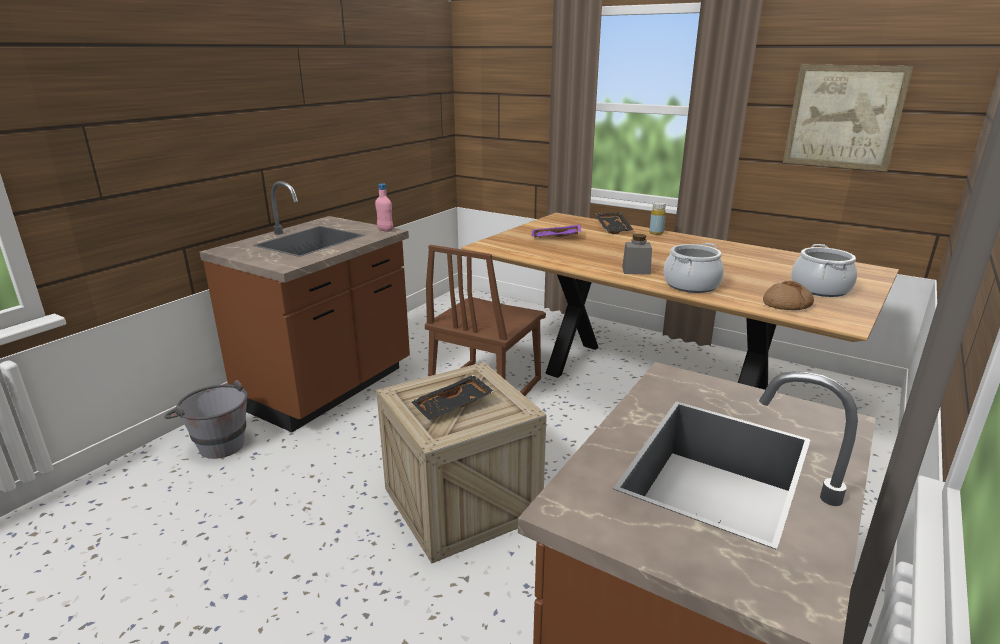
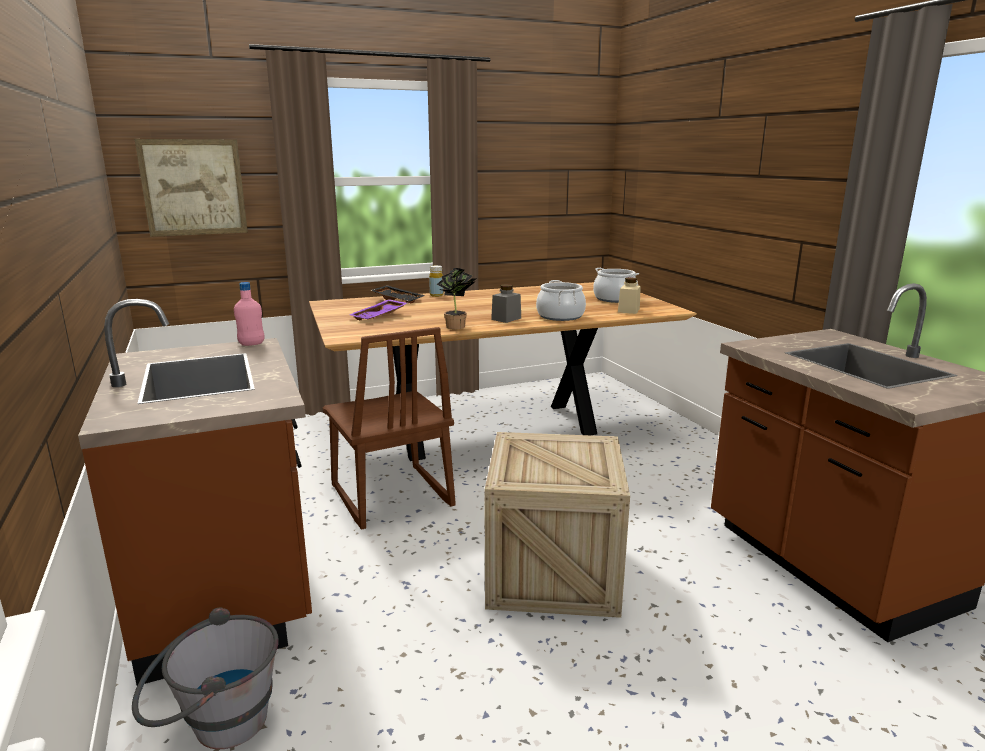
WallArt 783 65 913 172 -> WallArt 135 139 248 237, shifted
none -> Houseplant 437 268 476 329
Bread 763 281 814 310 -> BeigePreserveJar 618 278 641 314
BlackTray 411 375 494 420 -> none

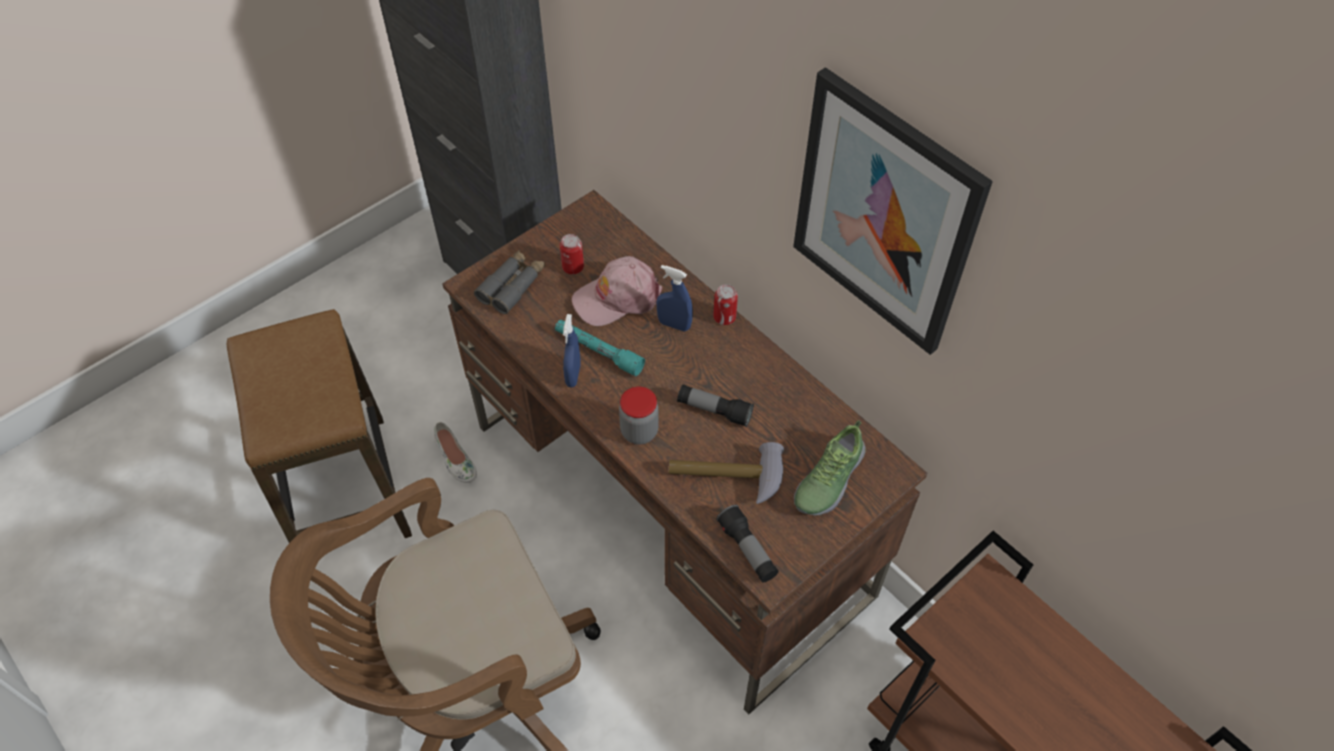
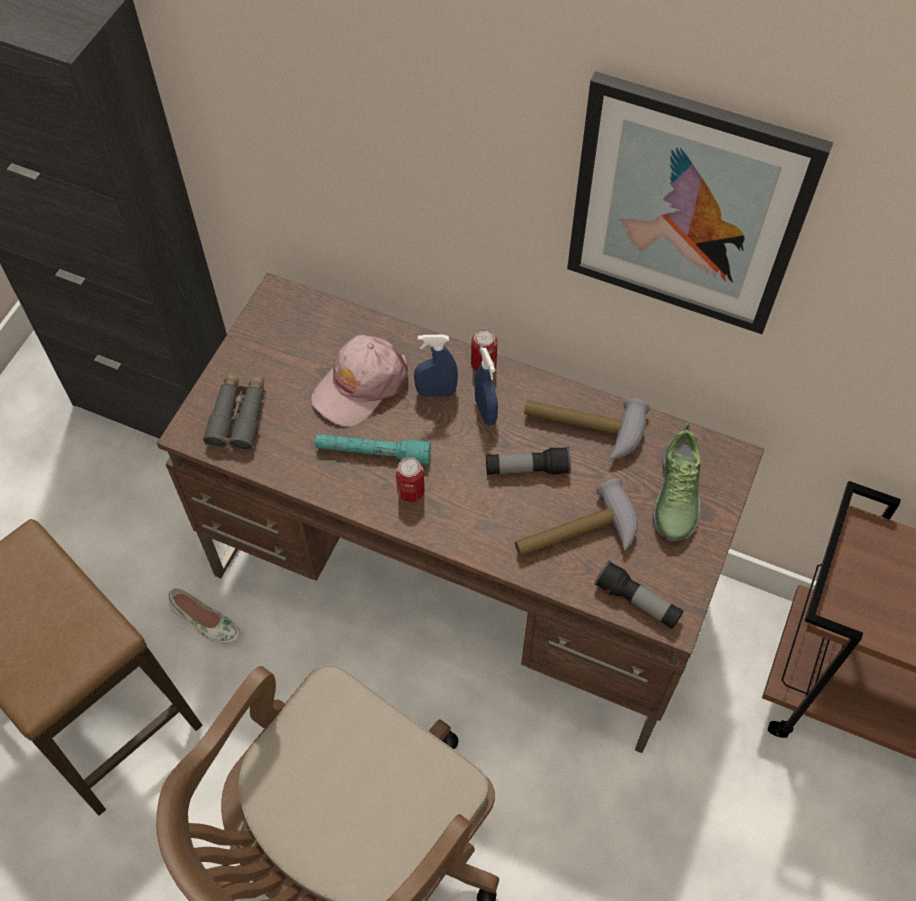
MetalCan 560 234 584 274 -> MetalCan 396 457 425 502, shifted
BluishHandSprayer 563 314 581 387 -> BluishHandSprayer 475 347 498 426, shifted
none -> Hammer 524 398 650 460
PreserveJar 619 387 659 445 -> none

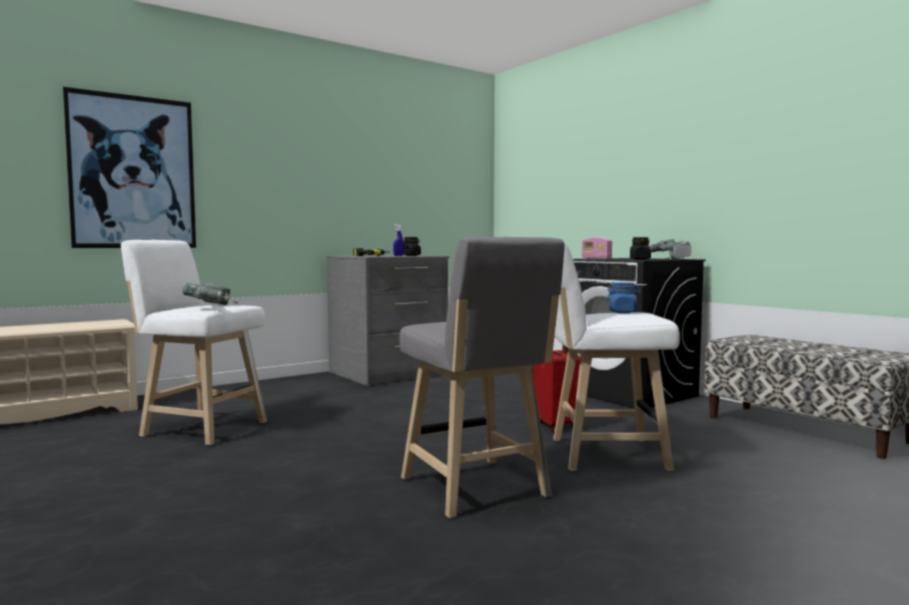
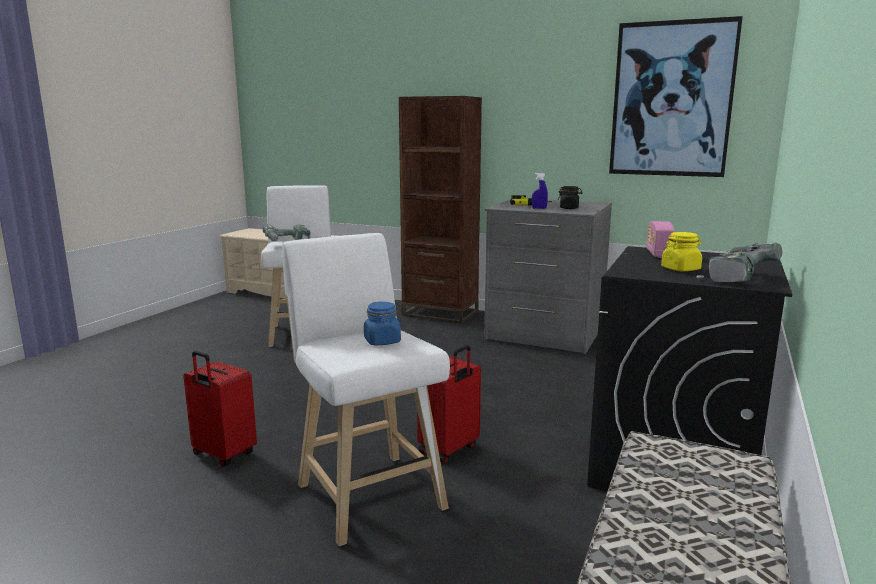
GreyishSittingStool 399 237 565 518 -> RedColouredPieceOfLuggage 183 351 257 467
none -> BrownColouredBookshelf 399 96 482 324
WallArt 63 87 196 248 -> WallArt 609 16 743 177, shifted
BlackPreserveJar 630 237 651 259 -> YellowPreserveJar 661 232 702 272

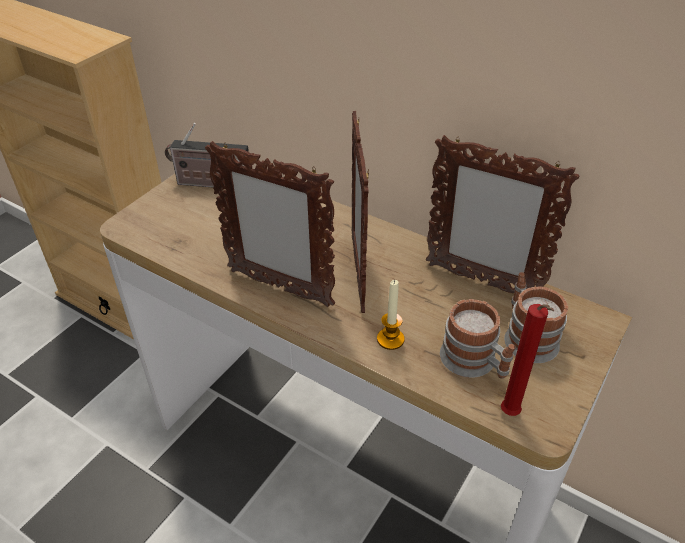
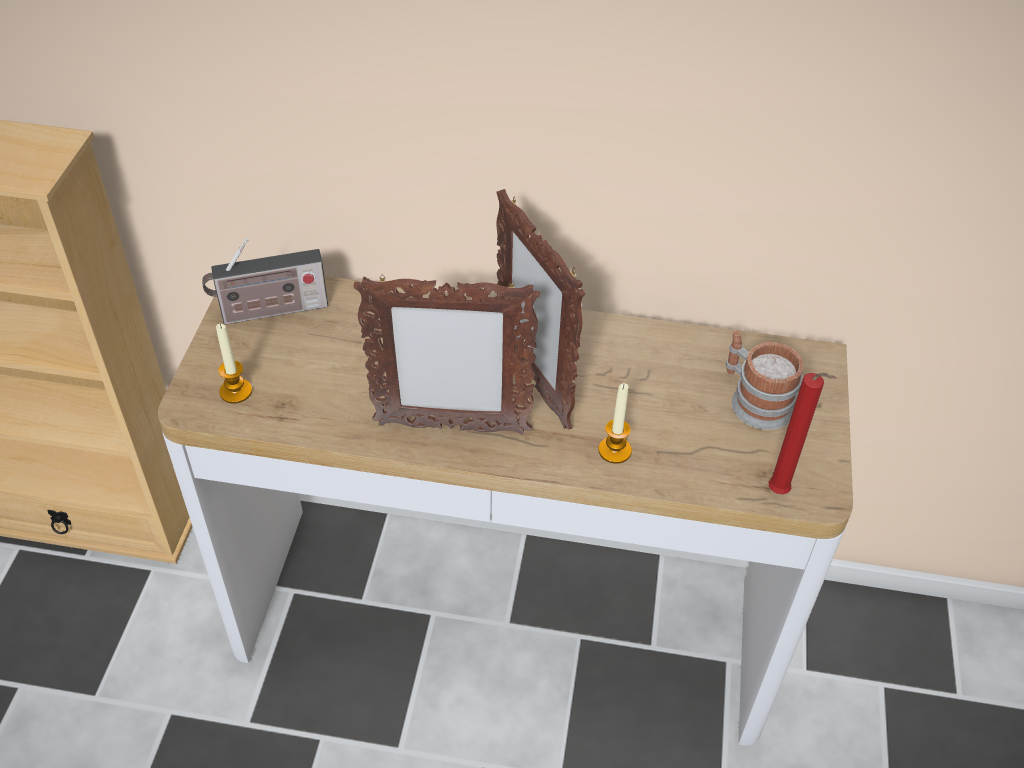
none -> WaxLight 216 324 252 404
PhotoFrame 426 135 580 293 -> none
CoffeeMug 440 299 516 379 -> none

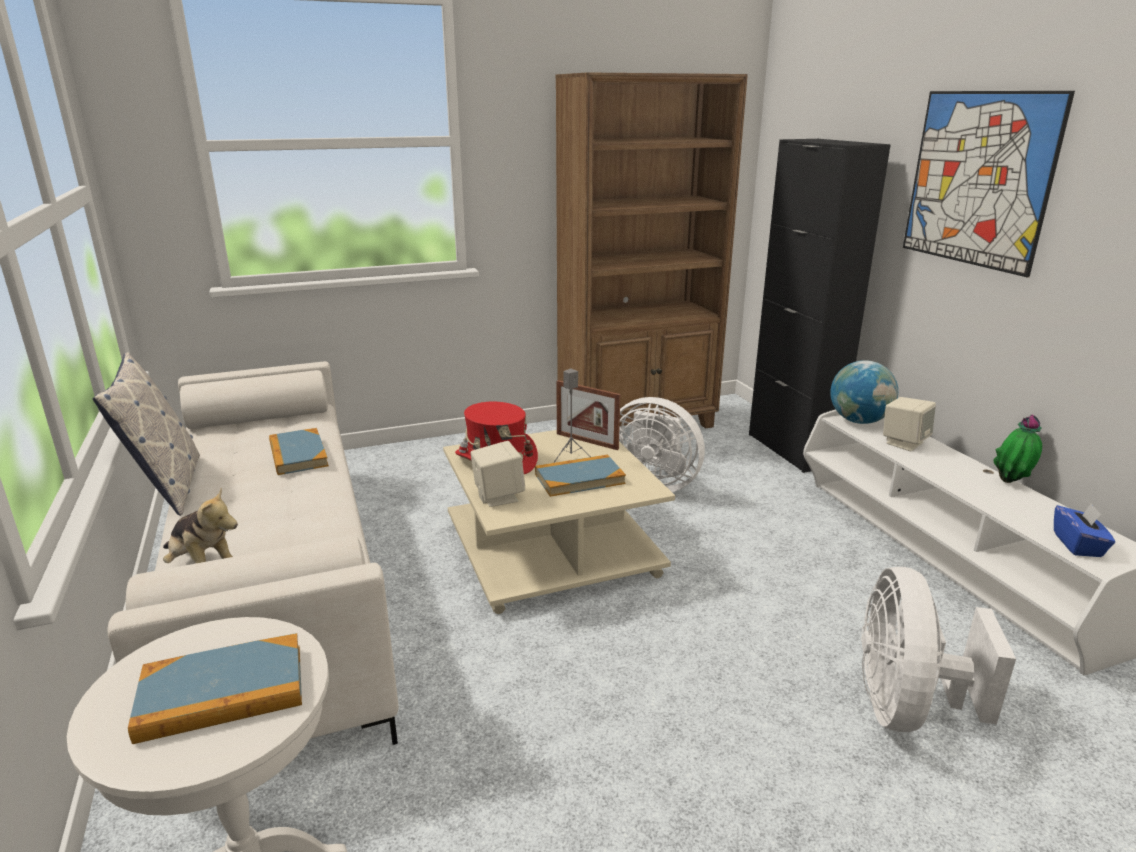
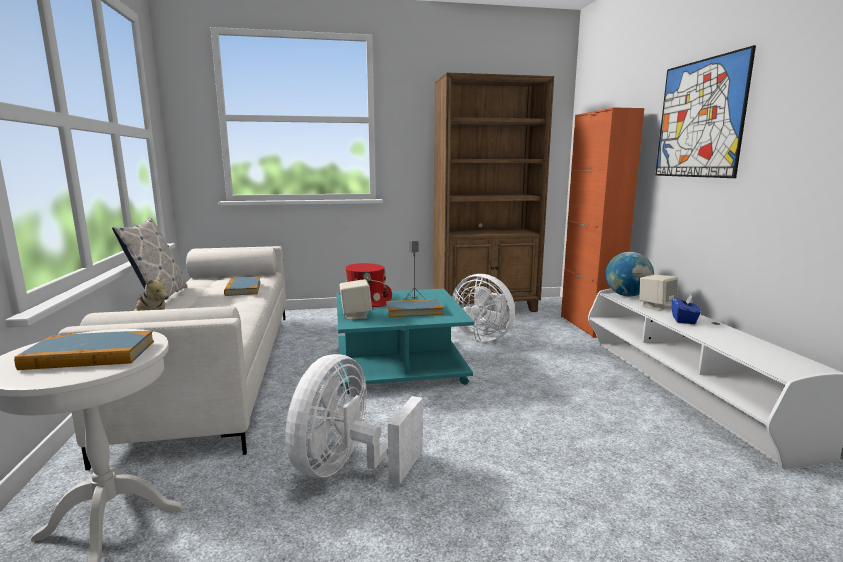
WhiteCoolingFan 861 567 1016 732 -> WhiteCoolingFan 286 354 423 485, shifted
BeigeCoffeeTable 443 430 675 614 -> BlueGreenCoffeeTable 336 289 474 394
BlackStorageCabinet 749 139 891 473 -> OrangeStorageCabinet 561 107 644 338
BluishBoxOfTissues 1054 503 1115 557 -> BluishBoxOfTissues 672 293 701 324, shifted
PhotoFrame 556 380 620 450 -> none
Houseplant 993 415 1042 483 -> none

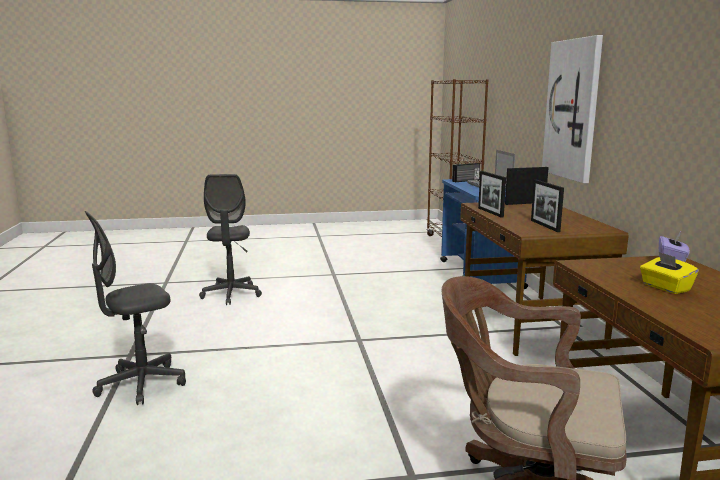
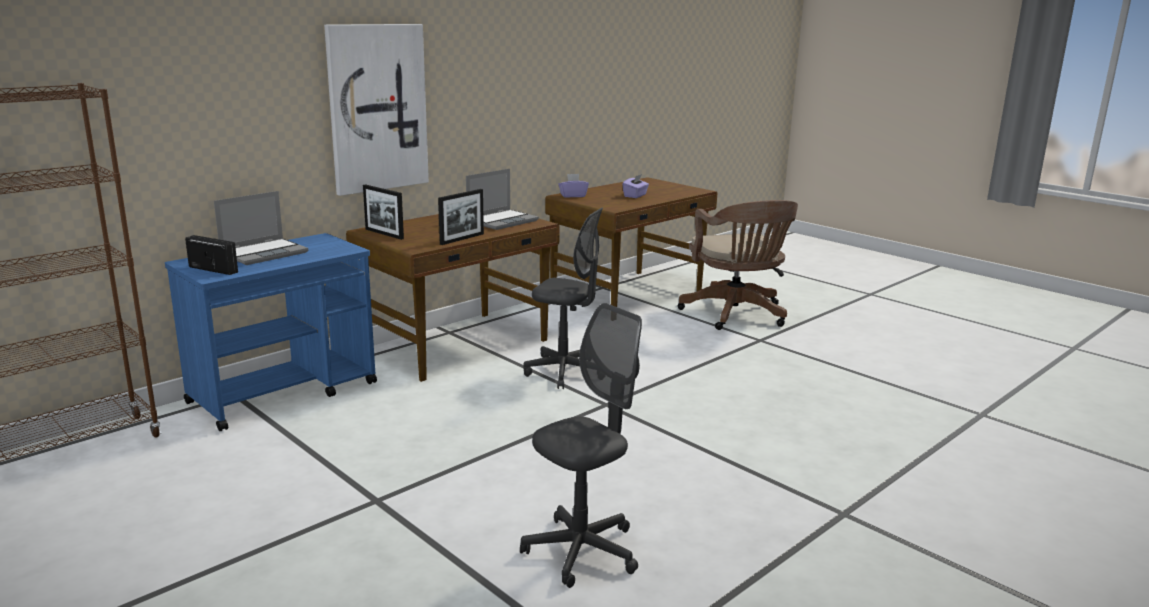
PhotoFrame 531 180 564 232 -> PortableComputer 466 169 539 230
GreyishDeskChair 85 211 186 405 -> GreyishDeskChair 524 208 603 389, shifted
YellowBoxOfTissues 640 252 699 294 -> PurpleColouredBoxOfTissues 623 174 649 198

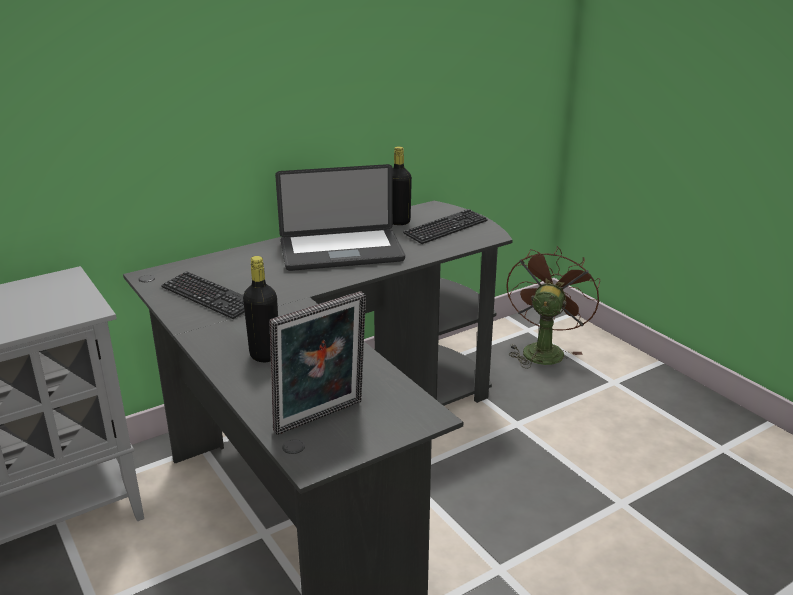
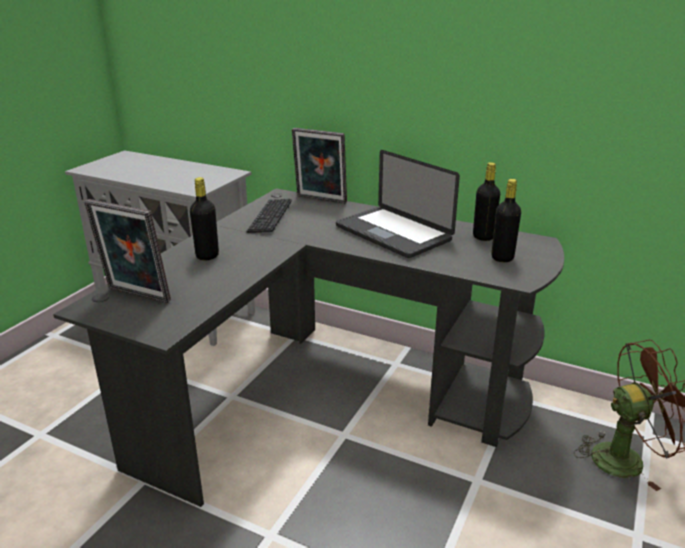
none -> PhotoFrame 292 128 347 204
ComputerKeyboard 403 209 488 244 -> BlackDrinkBottle 492 179 521 262

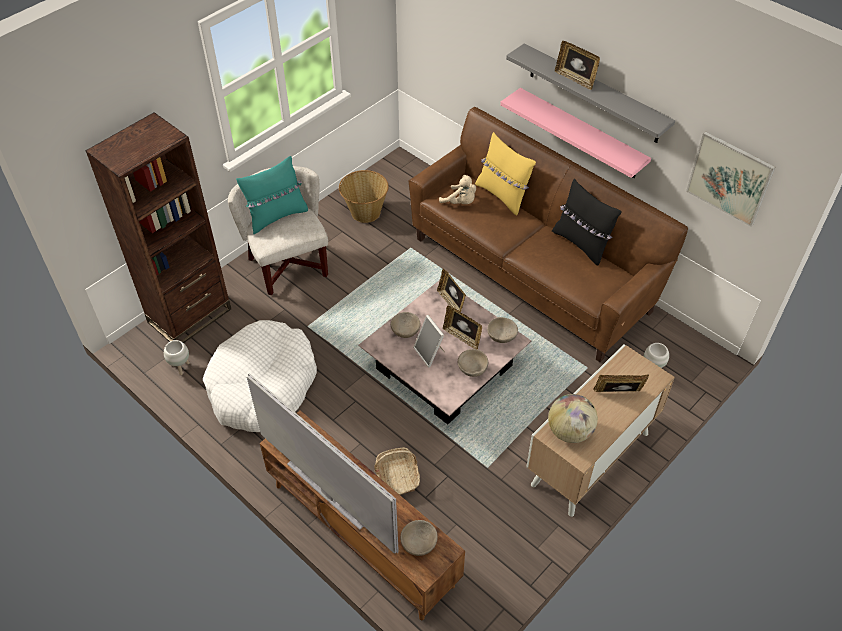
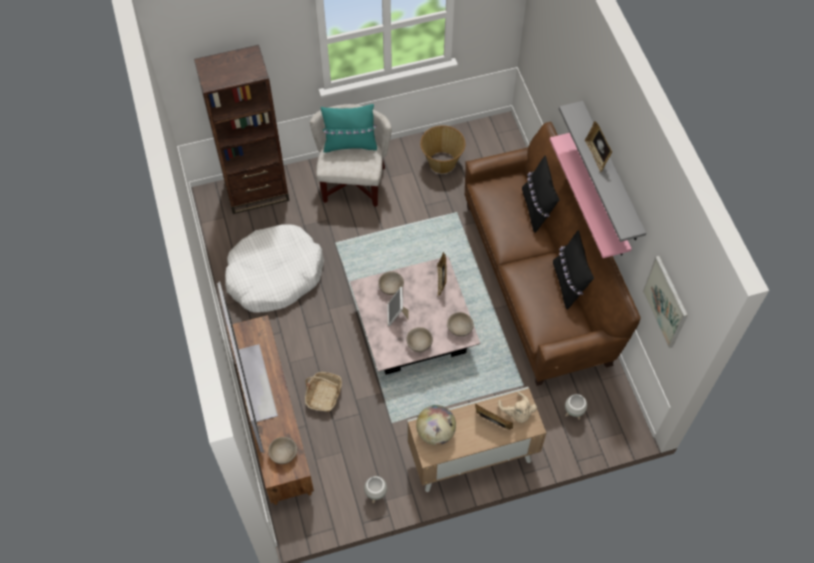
WhitePlanter 164 340 190 375 -> WhitePlanter 364 476 387 503, shifted
BeigeSoftToy 439 175 476 204 -> BeigeSoftToy 498 391 537 423, shifted
YellowThrowPillow 475 132 536 216 -> BlackThrowPillow 522 155 559 233
PhotoFrame 443 306 482 349 -> none

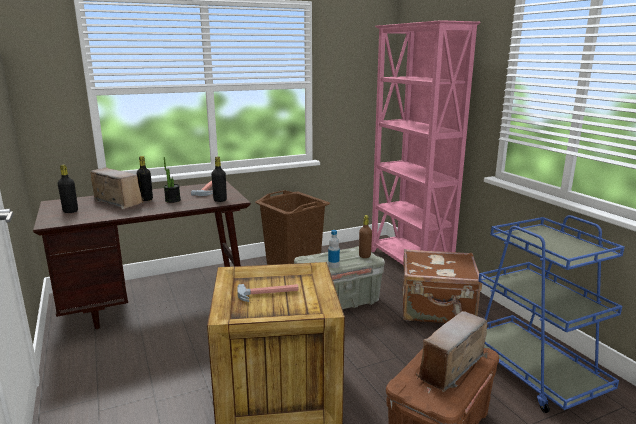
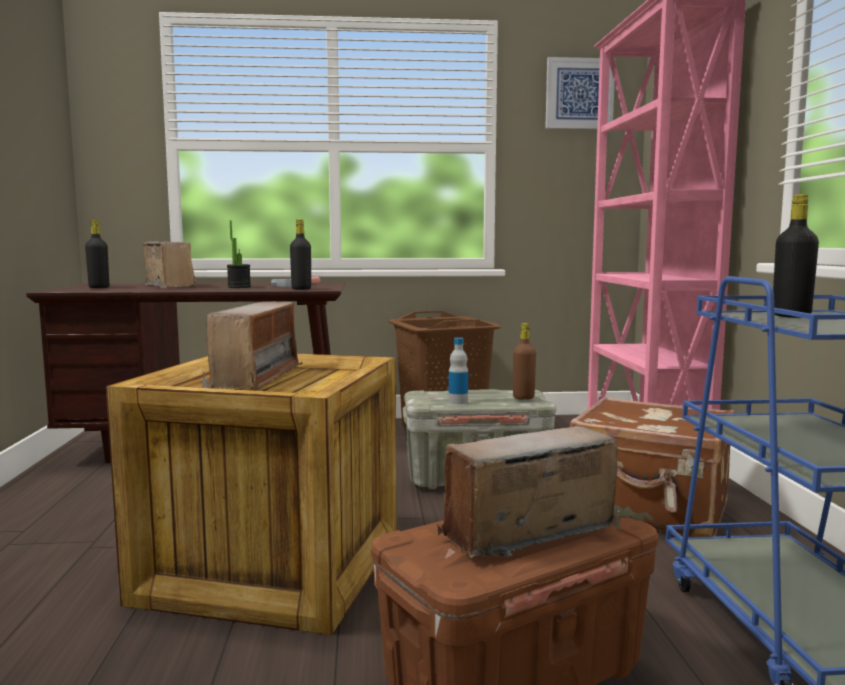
Hammer 237 284 299 302 -> Radio 202 302 302 390
none -> WallArt 545 57 615 129
BlackDrinkBottle 137 156 153 201 -> BlackDrinkBottle 773 194 819 318, shifted

